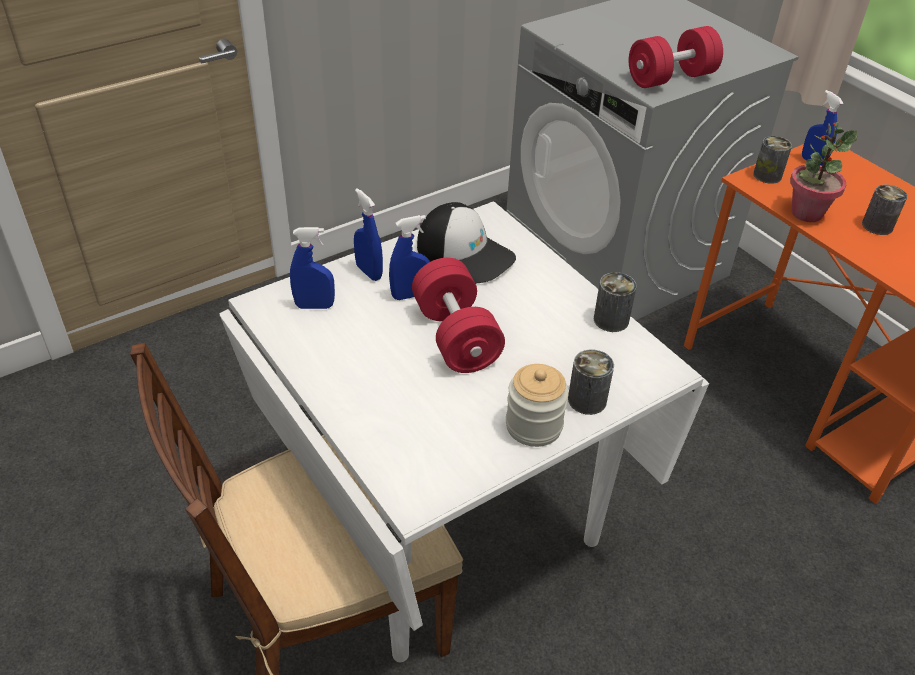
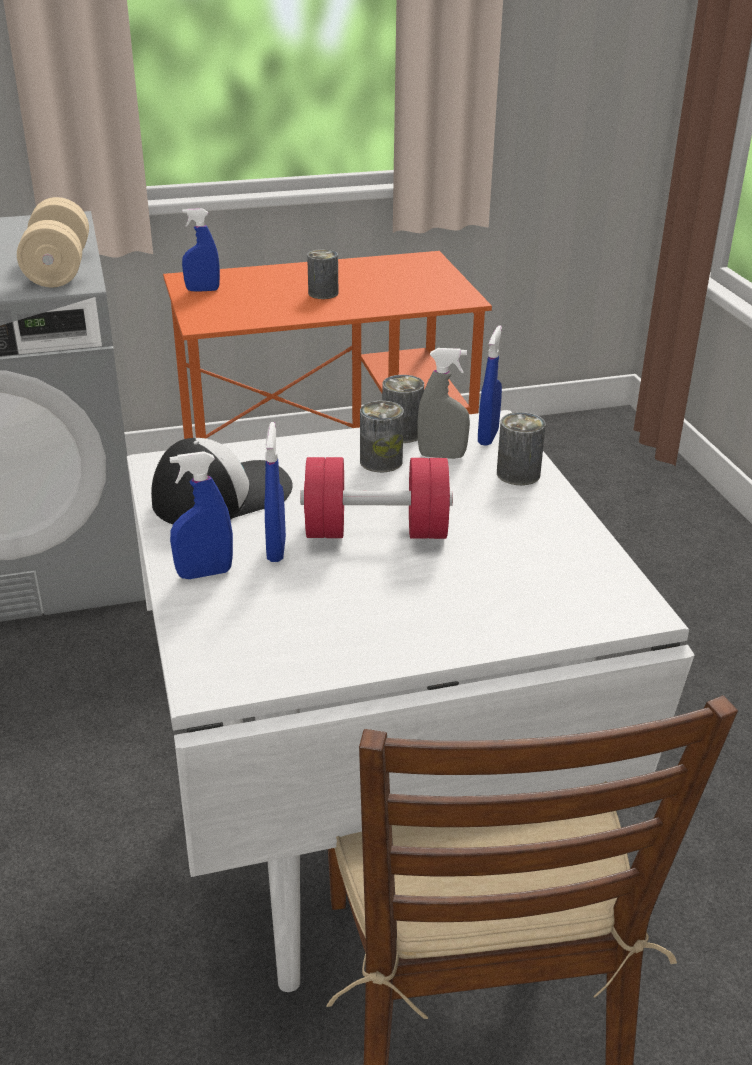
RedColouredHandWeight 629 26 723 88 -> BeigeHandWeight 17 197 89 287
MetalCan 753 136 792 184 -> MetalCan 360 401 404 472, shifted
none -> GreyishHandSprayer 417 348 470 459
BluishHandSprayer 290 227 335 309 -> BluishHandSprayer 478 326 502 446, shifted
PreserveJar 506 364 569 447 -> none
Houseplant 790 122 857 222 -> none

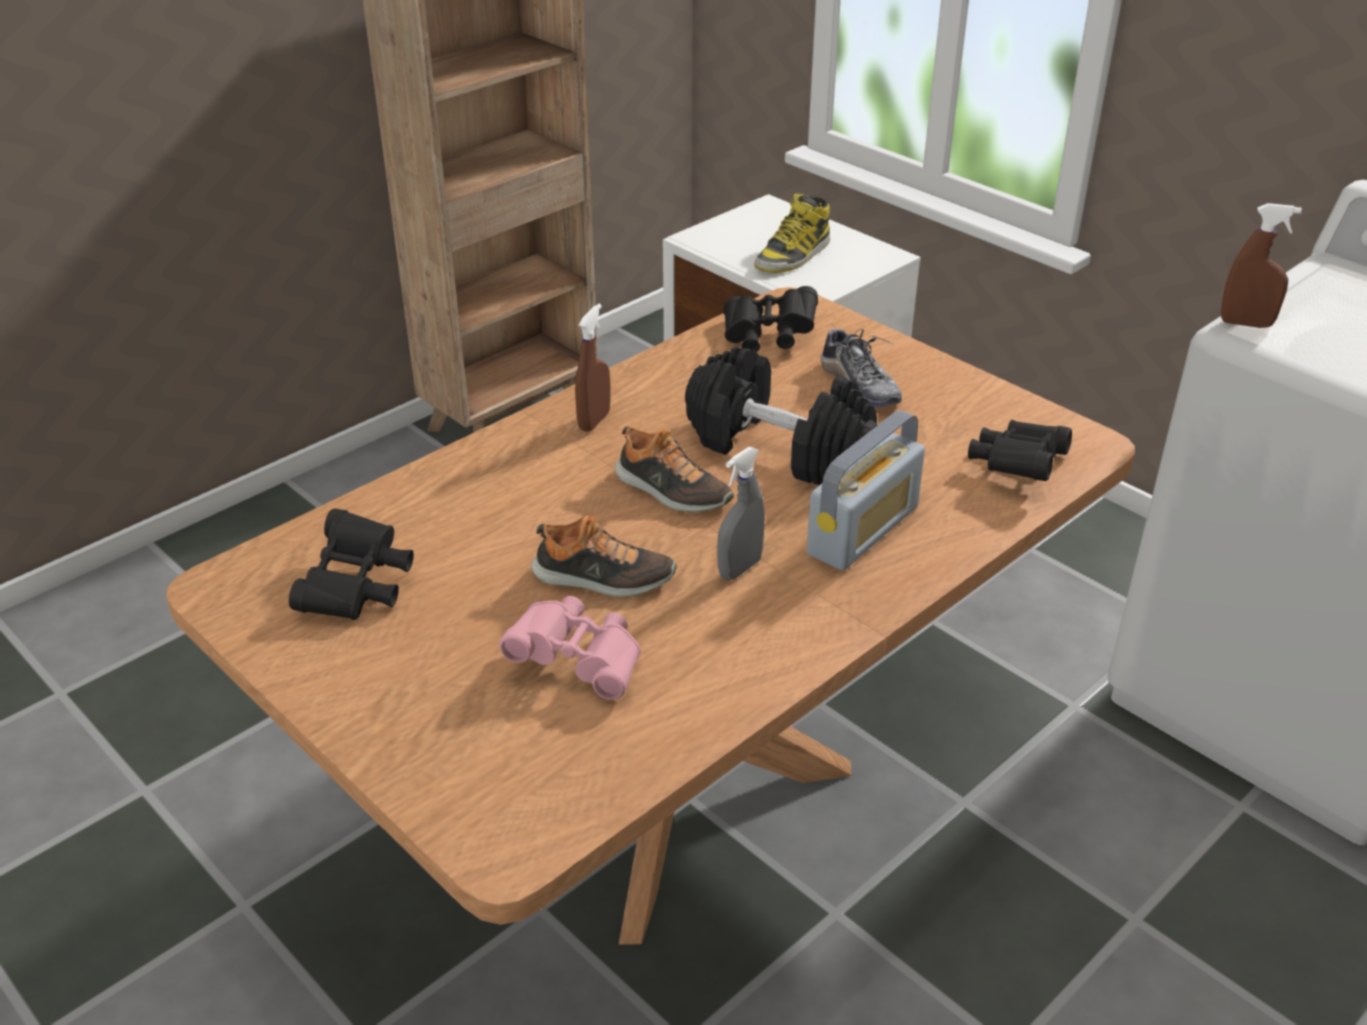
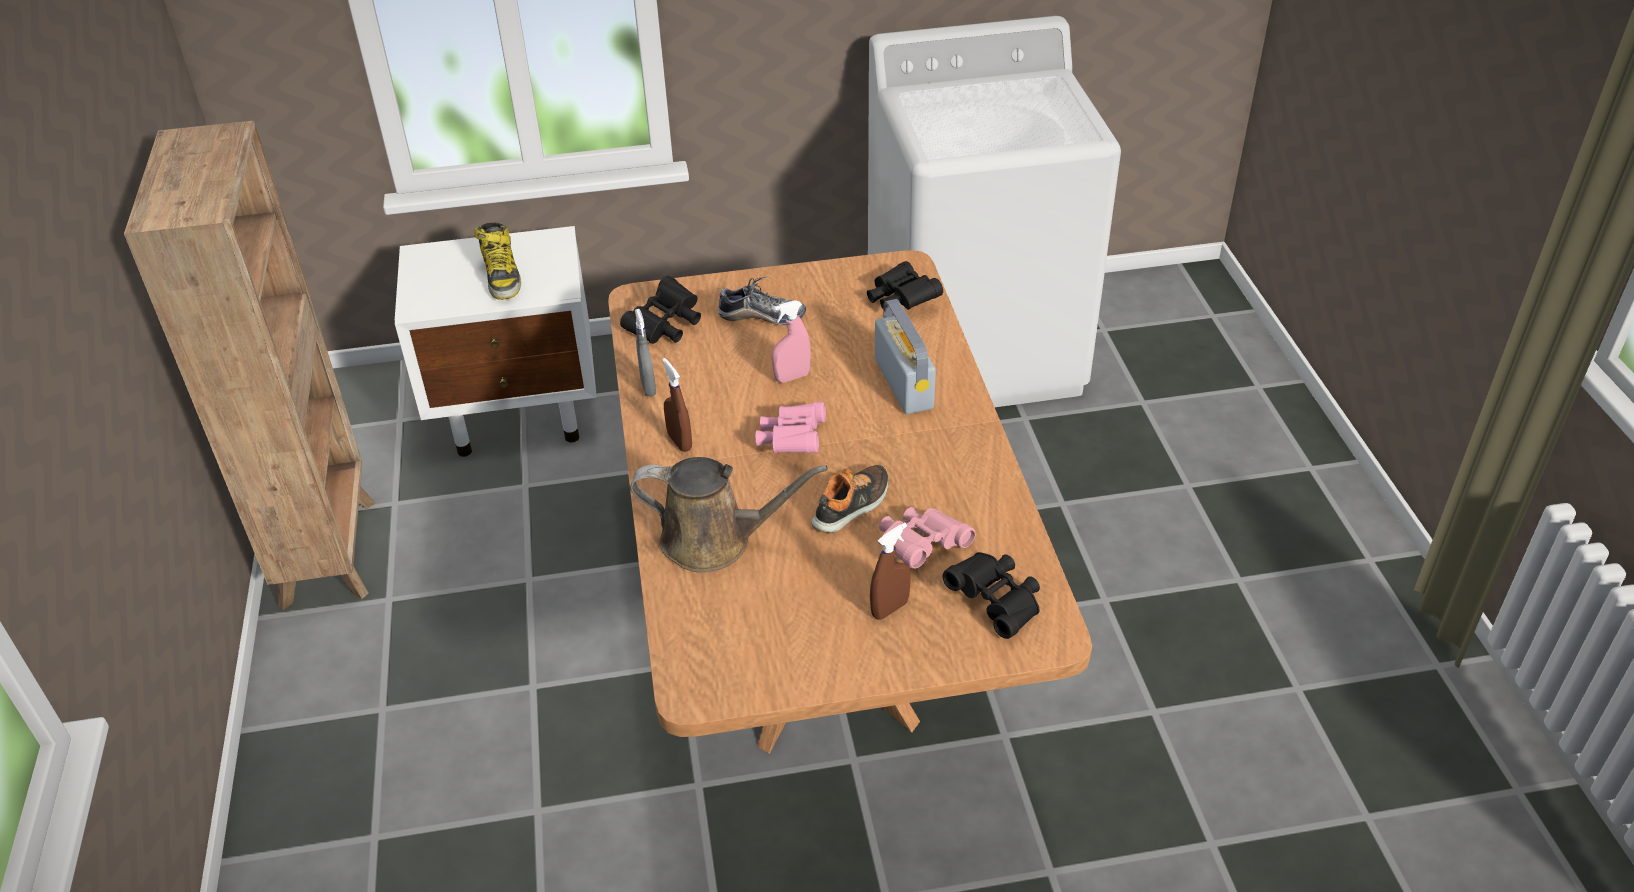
none -> BrownColouredWateringCan 630 457 828 573
GreyishHandSprayer 717 447 765 580 -> GreyishHandSprayer 635 309 656 397, shifted
ItemOfFootwear 615 426 734 512 -> PinkPairOfBinoculars 755 402 826 453
BlackHandWeight 685 346 877 485 -> PinkHandSprayer 772 300 811 383
BrownColouredHandSprayer 1221 203 1302 328 -> BrownColouredHandSprayer 870 523 910 619, shifted
BlackPairOfBinoculars 289 508 414 620 -> BlackPairOfBinoculars 943 552 1040 639, shifted

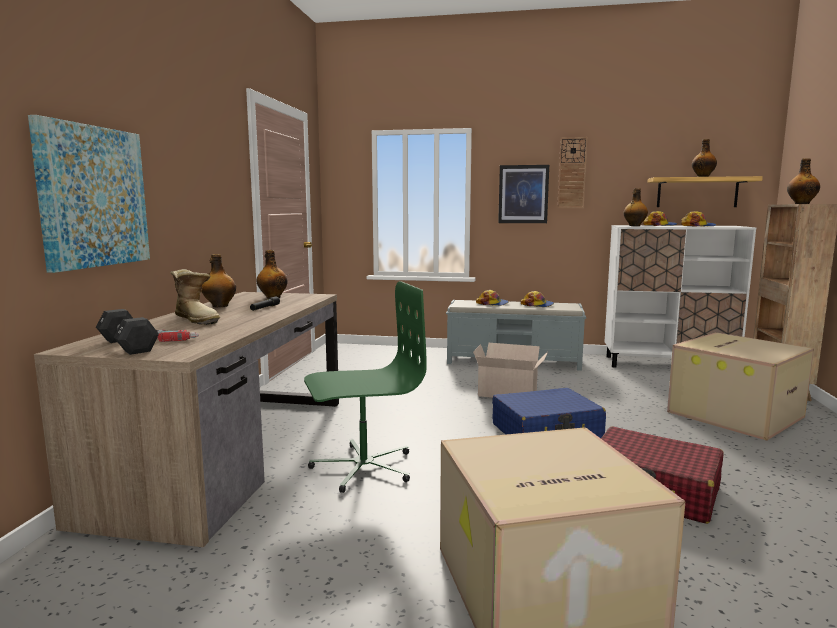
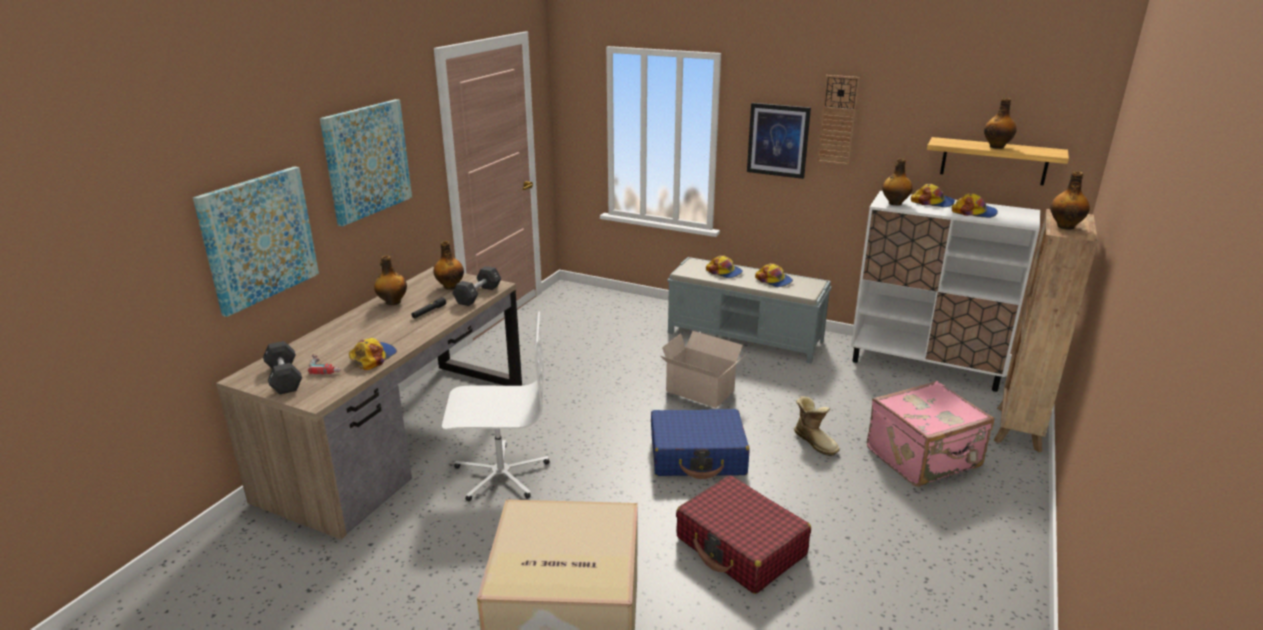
none -> WallArt 320 99 412 226
none -> PeakedCap 349 338 397 370
GreenDeskChair 304 281 427 493 -> WhiteDeskChair 442 311 550 502
none -> BlackHandWeight 452 266 501 306
Boot 170 269 220 325 -> Boot 794 396 840 456, shifted
CardboardBox 667 332 814 441 -> PinkPieceOfLuggage 867 381 994 487

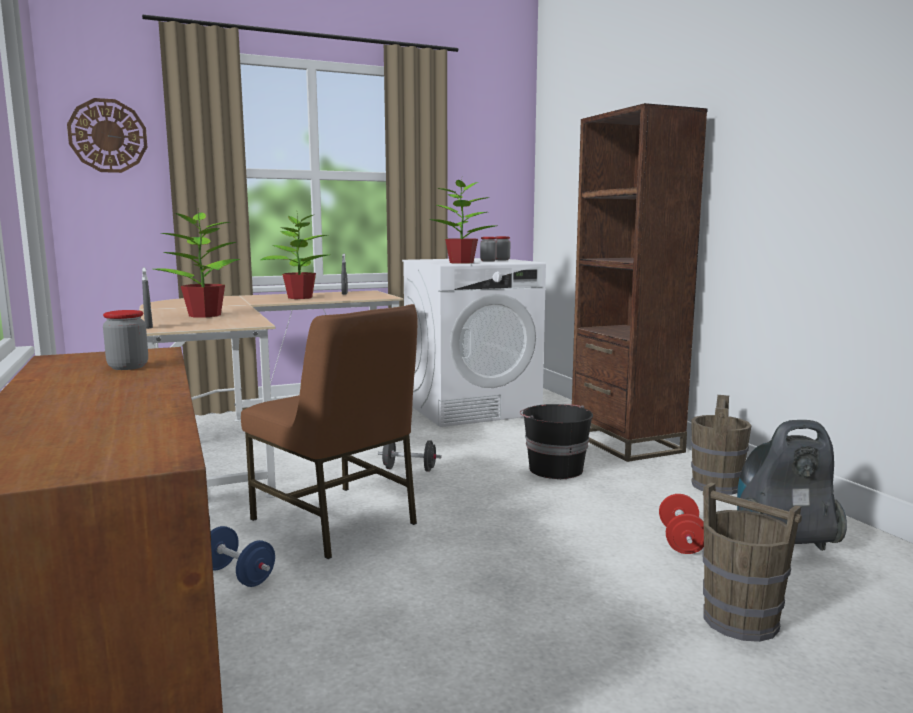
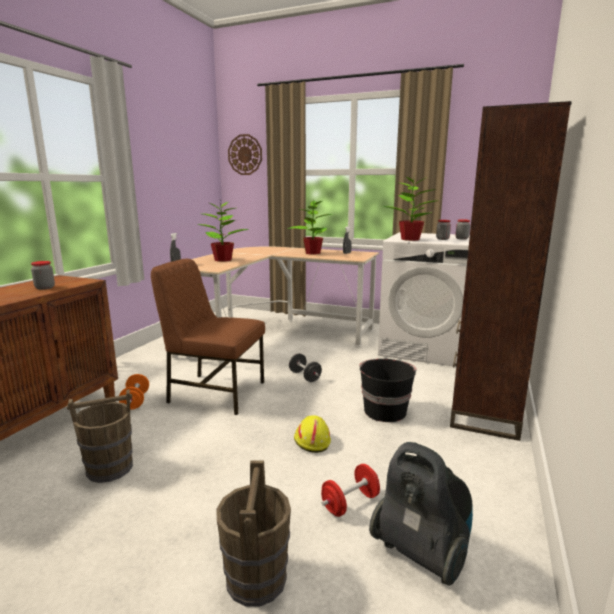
BrownColouredBucket 691 395 752 495 -> BrownColouredBucket 67 389 133 483, shifted
BluishHandWeight 211 526 275 587 -> OrangeHandWeight 119 374 149 409
BrownColouredUprightChair 241 304 418 559 -> BrownColouredUprightChair 151 259 265 415, 105 degrees clockwise
none -> YellowWorkHelmet 294 415 331 453

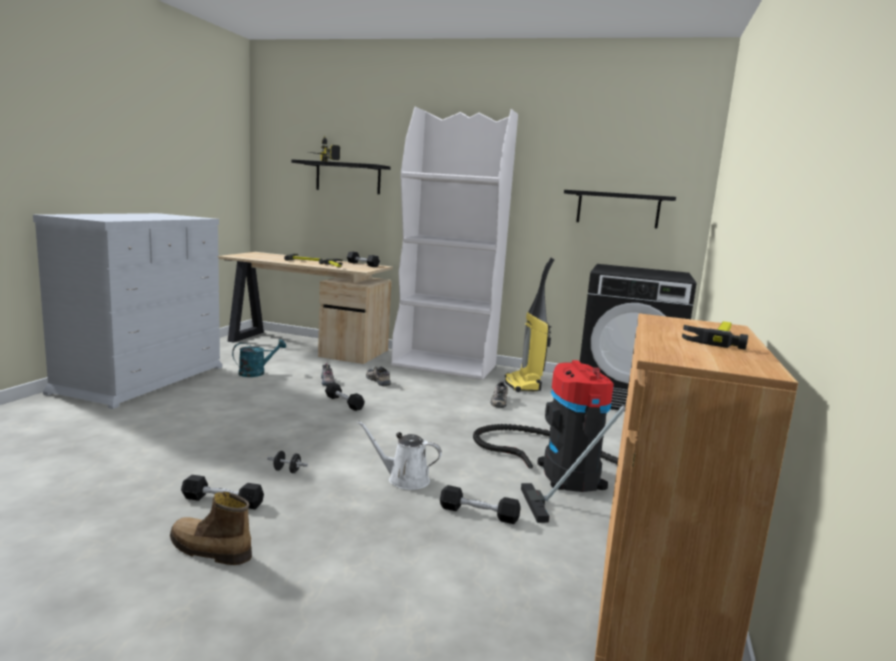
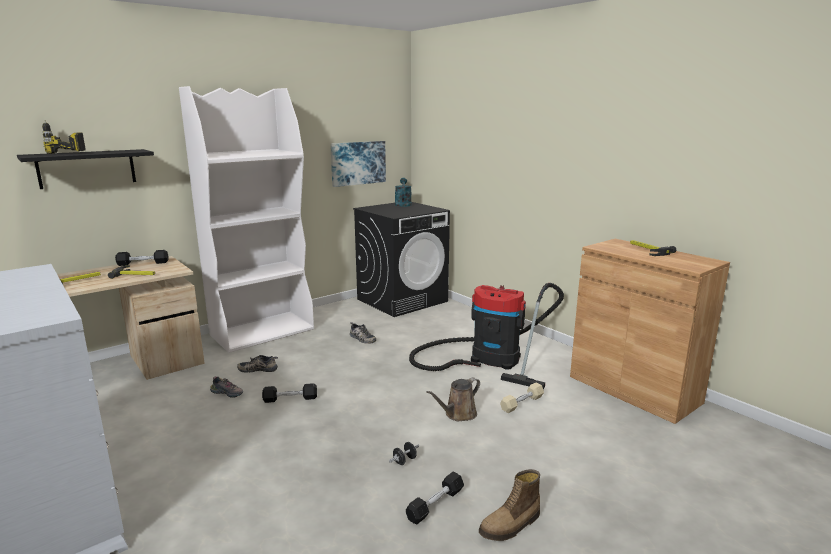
BlackShelf 564 190 676 228 -> WallArt 330 141 386 187
BlueGreenWateringCan 232 339 286 377 -> BlueGreenWateringCan 395 178 412 207, shifted
WhiteWateringCan 357 421 442 490 -> BrownColouredWateringCan 426 378 480 421
BlackHandWeight 440 485 520 524 -> BeigeHandWeight 500 383 544 413
Hoover 505 258 554 392 -> none

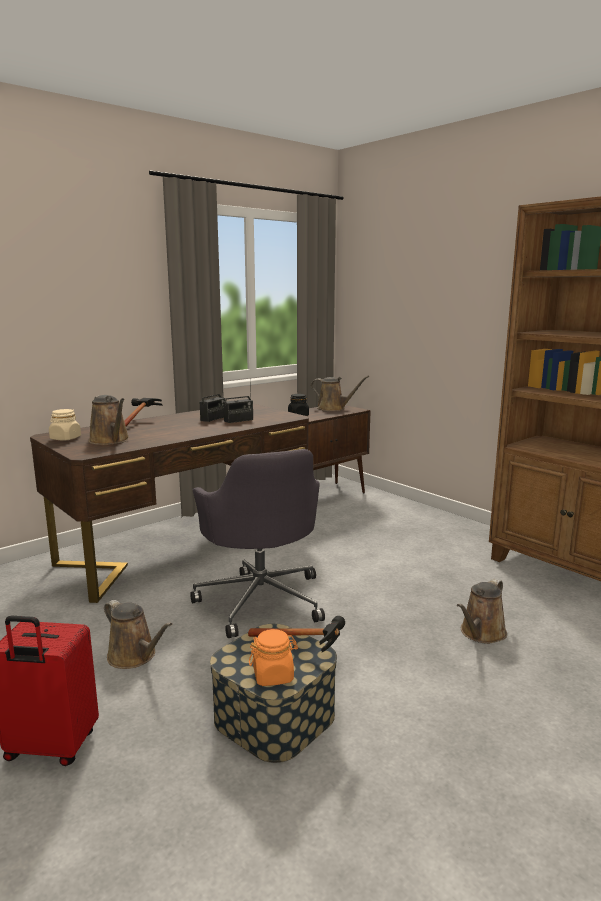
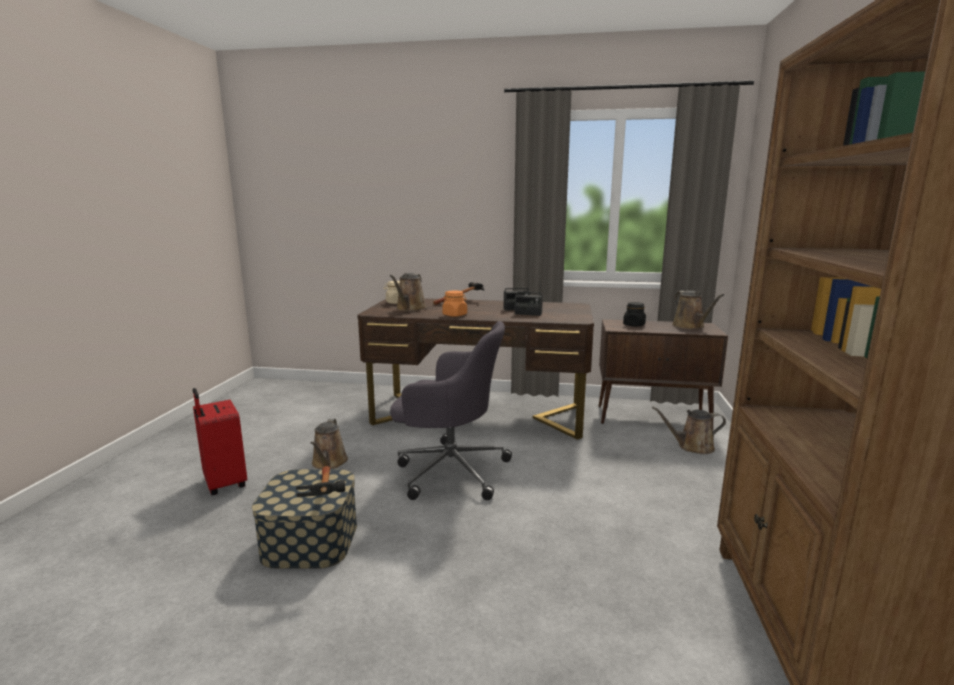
GreyishDeskChair 190 449 325 638 -> GreyishDeskChair 390 321 512 500, 105 degrees counterclockwise
OrangePreserveJar 249 629 298 686 -> OrangePreserveJar 442 291 467 317, shifted
BrownColouredWateringCan 457 579 507 644 -> BrownColouredWateringCan 652 407 726 454, shifted

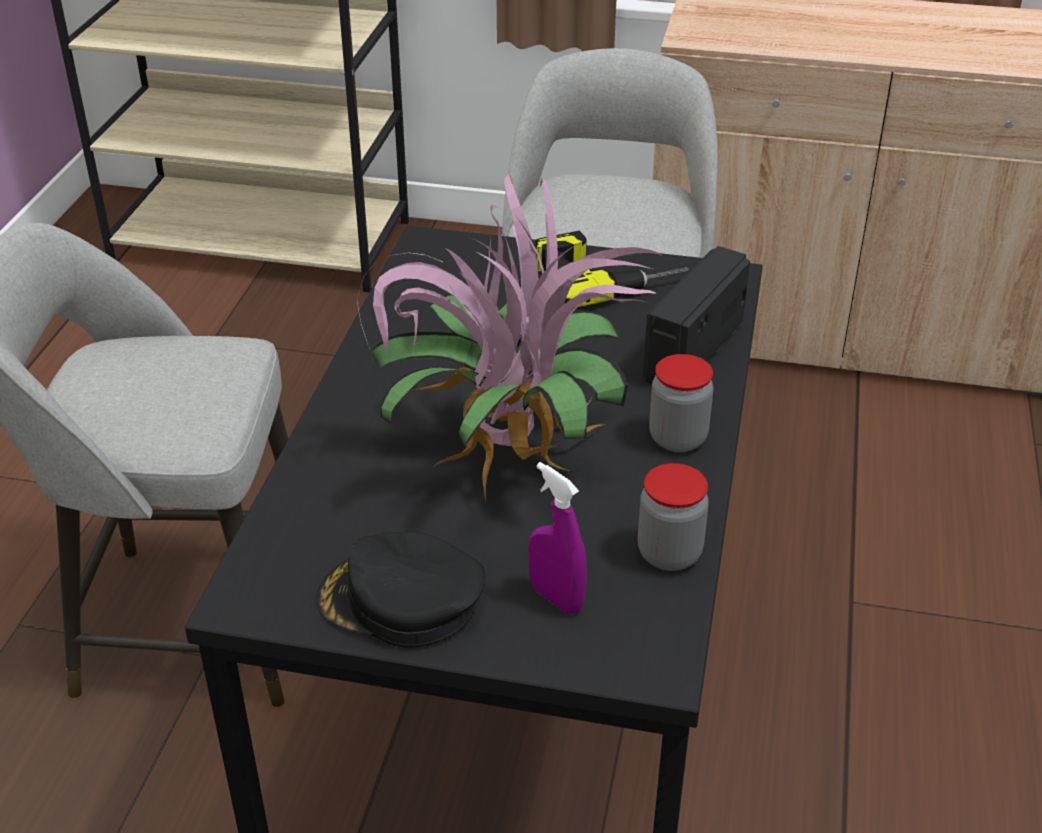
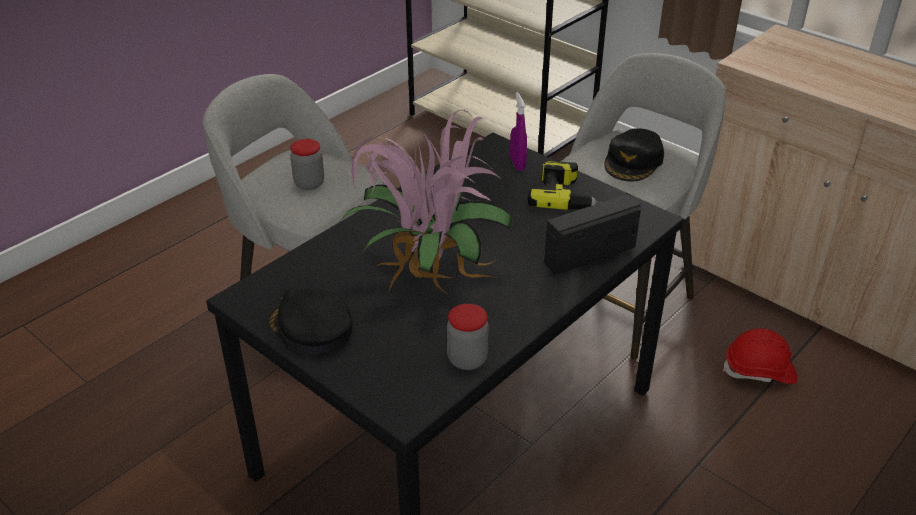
PreserveJar 649 354 714 452 -> PreserveJar 290 139 324 190, shifted
PurpleColouredHandSprayer 529 462 587 614 -> PurpleColouredHandSprayer 510 92 527 171, shifted
none -> BlackPeakedCap 604 128 664 181
none -> RedColouredWorkHelmet 723 328 797 384

